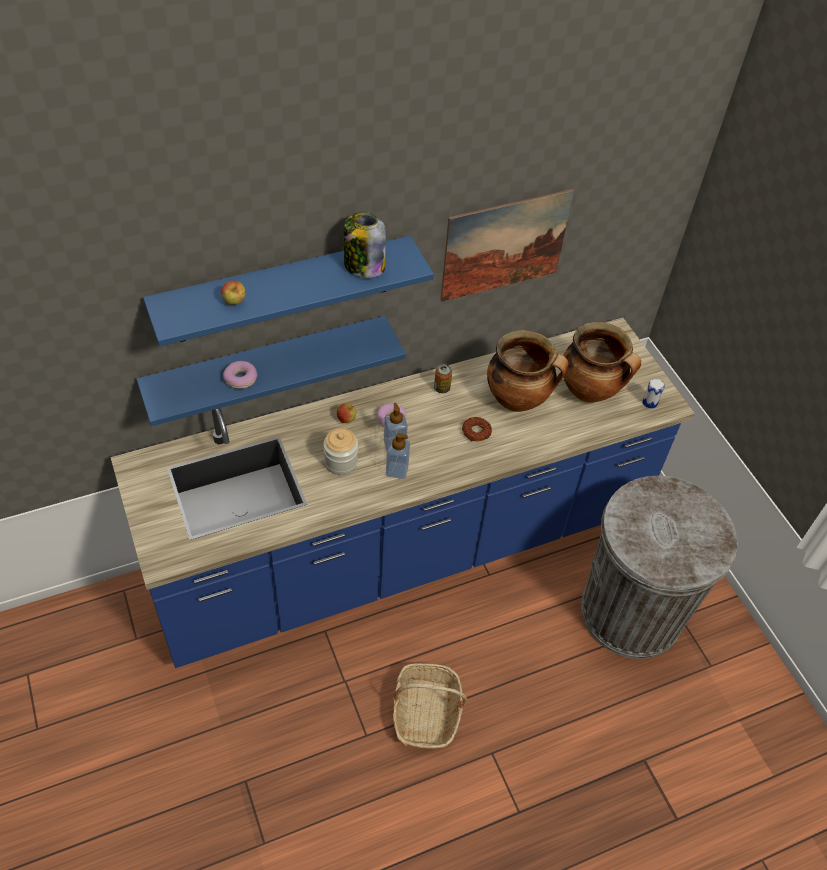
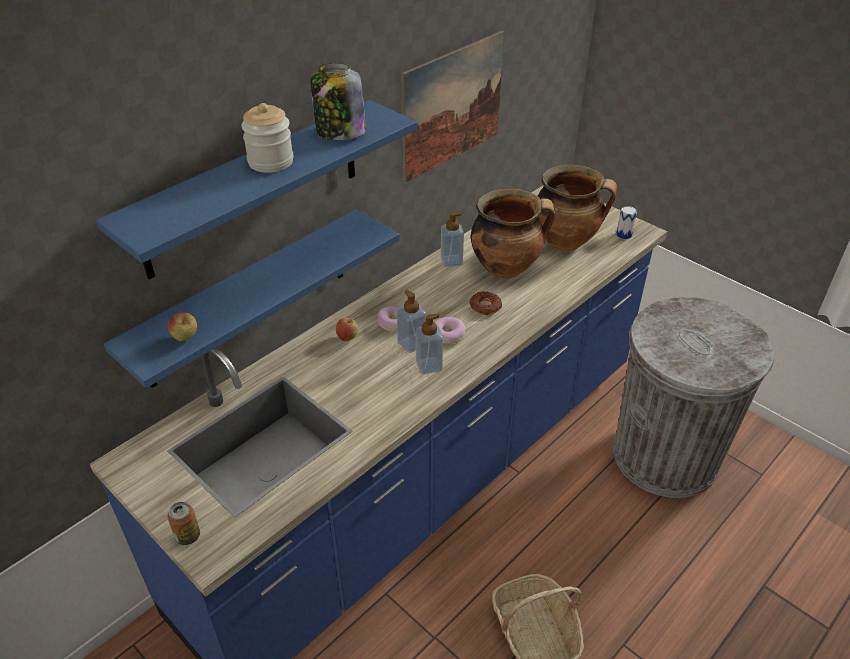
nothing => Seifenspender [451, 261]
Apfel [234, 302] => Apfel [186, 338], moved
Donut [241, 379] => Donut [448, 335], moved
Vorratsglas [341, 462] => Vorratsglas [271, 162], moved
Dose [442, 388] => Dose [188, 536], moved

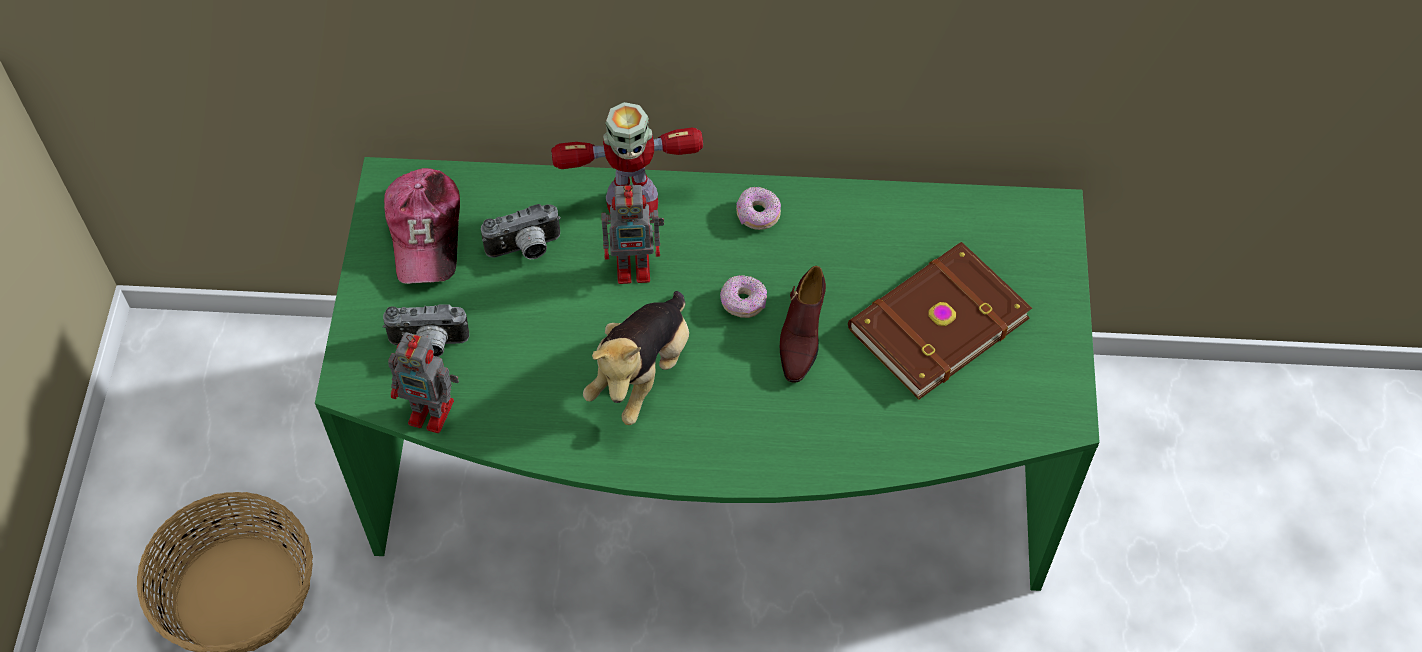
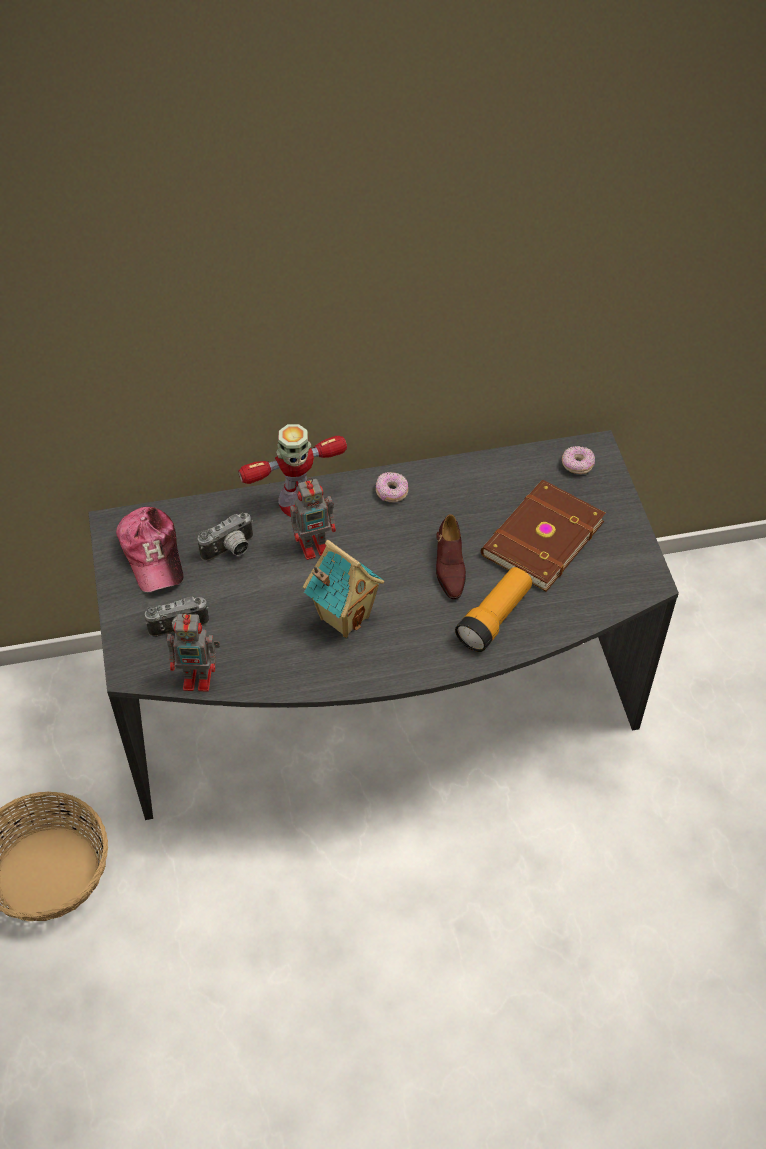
nothing => Taschenlampe [494, 618]
Donut [743, 302] => Donut [577, 465], moved
Plüschtier [642, 372] => Spielzeughaus [344, 616]
Schreibtisch/grün [711, 475] => Schreibtisch/grau [380, 704]

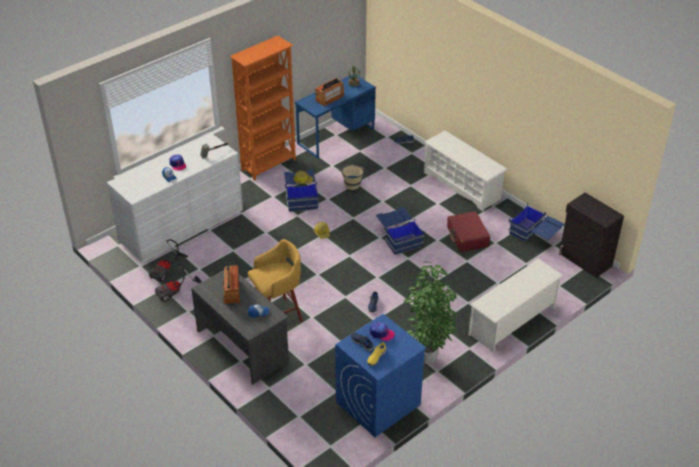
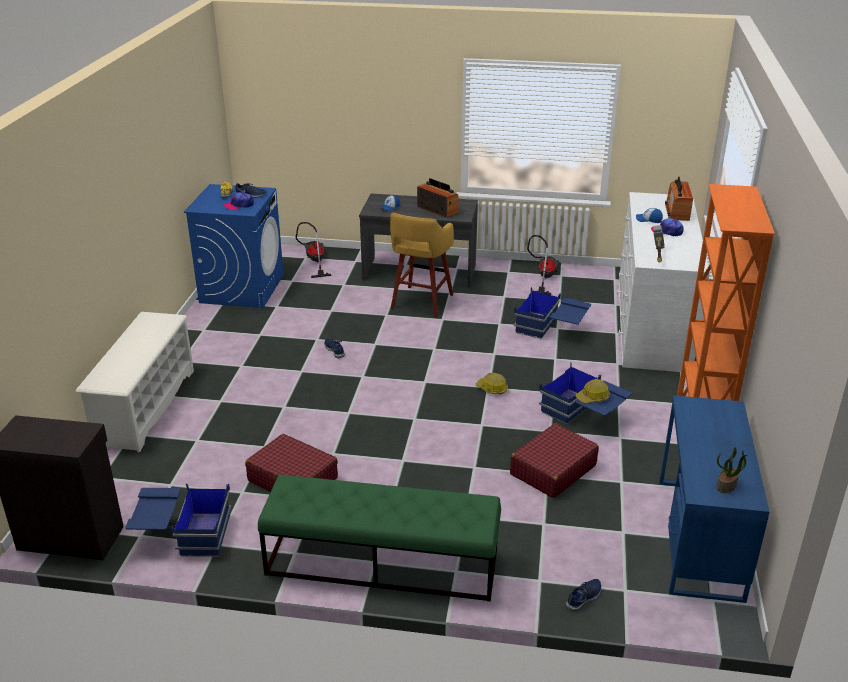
Topfpflanze [426, 359] => nothing
Staubsauger [167, 270] => Staubsauger [314, 262], moved
Radio [329, 98] => Radio [677, 211], moved
Aufbewahrungsbox/blau [399, 238] => Aufbewahrungsbox/blau [551, 330], moved
Eimer/beige [352, 183] => Koffer/rot [552, 470]
Schuhregal/weiß [462, 186] => Bank/grün [381, 563]

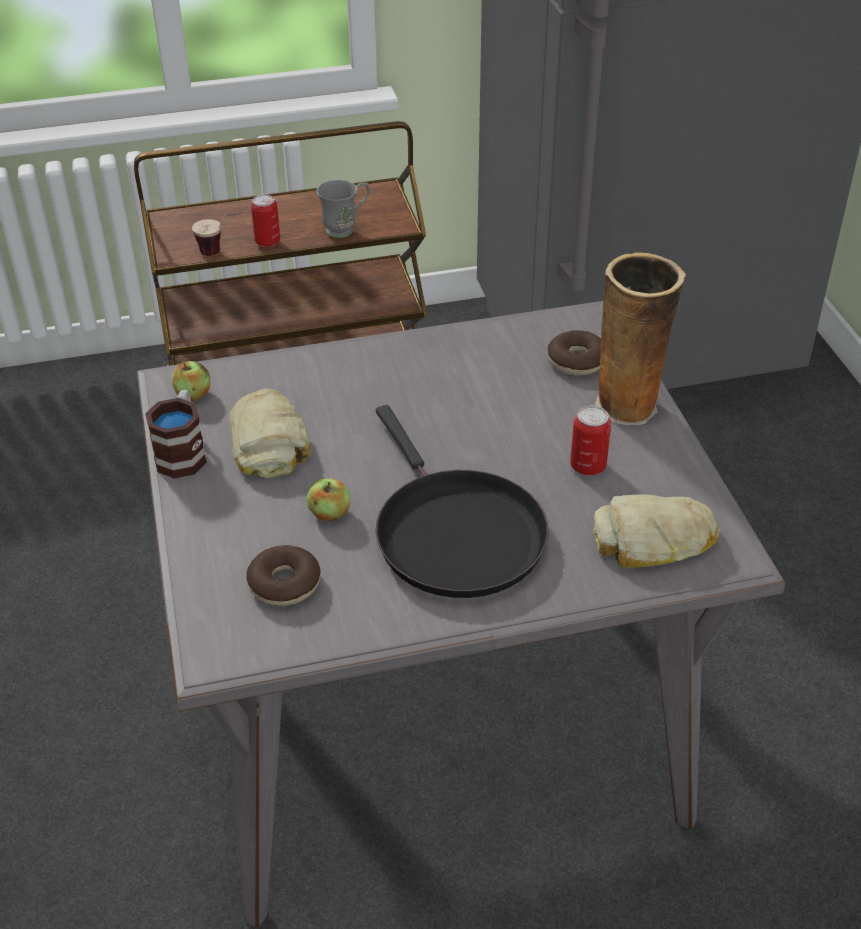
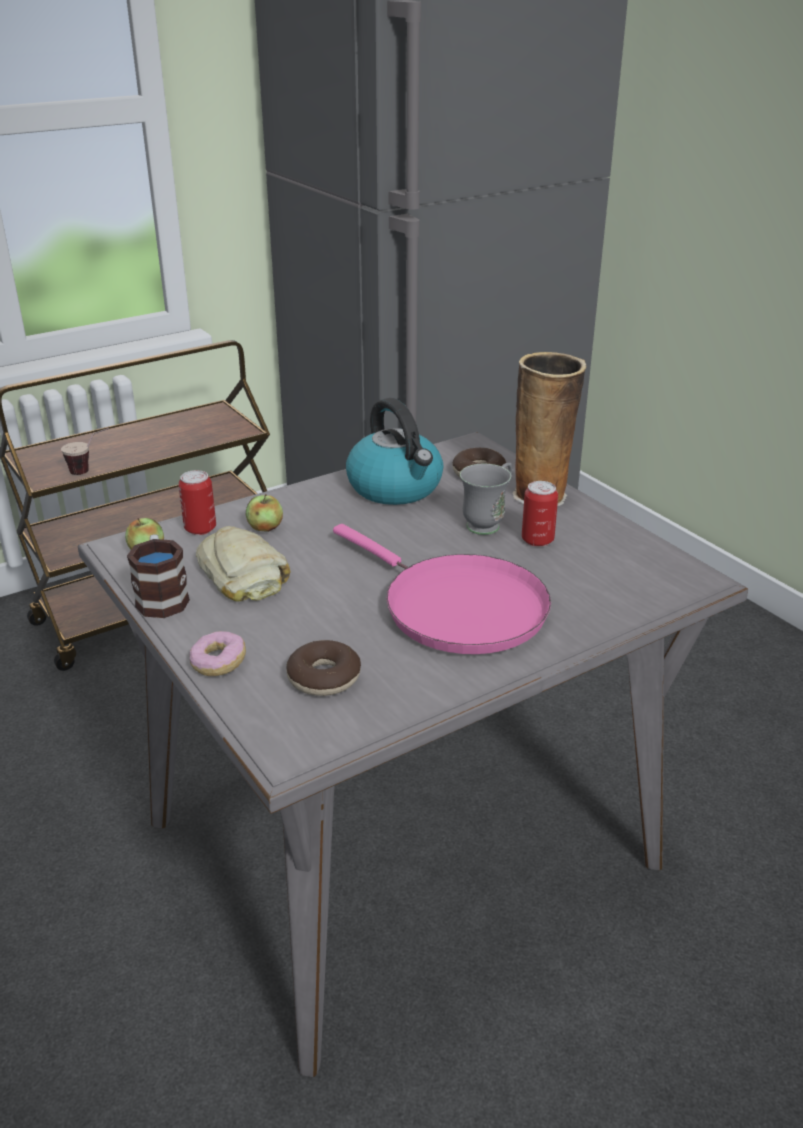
Brot [654, 541] => nothing
nothing => Donut [219, 664]
nothing => Wasserkessel [396, 488]
Dose [267, 241] => Dose [200, 529], moved
Apfel [329, 513] => Apfel [265, 528], moved
Henkelbecher/grau [346, 229] => Henkelbecher/grau [488, 523], moved
Pfanne/schwarz [454, 533] => Pfanne/rosa [456, 608]

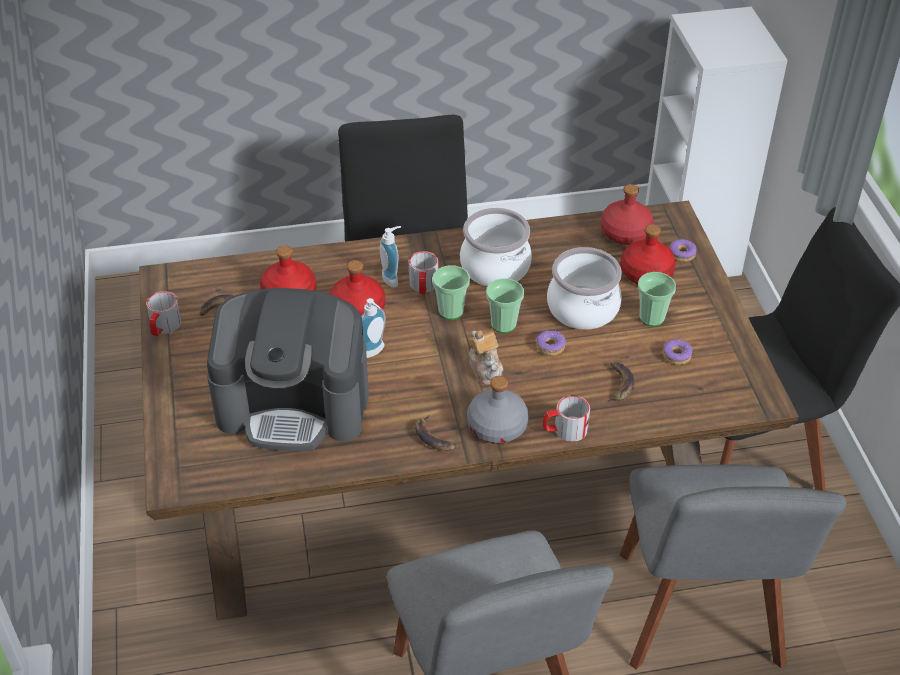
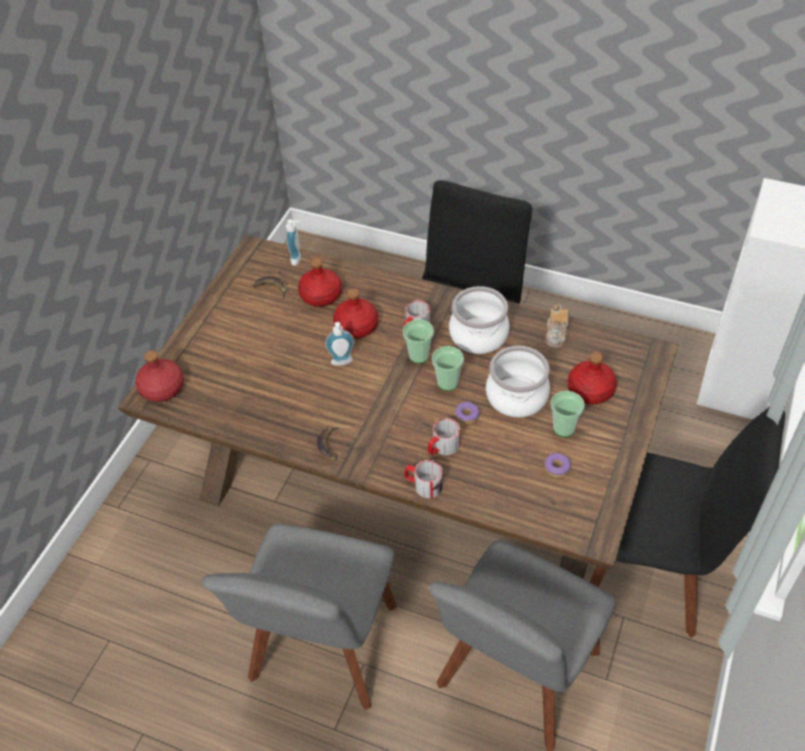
Kaffeemaschine [294, 403] => nothing
Flasche/grau [497, 427] => nothing
Banane [618, 384] => nothing
Donut [682, 254] => nothing
Henkelbecher [163, 327] => Henkelbecher [442, 447], moved
Seifenspender [393, 278] => Seifenspender [298, 259], moved
Teekanne [485, 368] => Teekanne [557, 335], moved
Flasche/rot [626, 232] => Flasche/rot [163, 388], moved

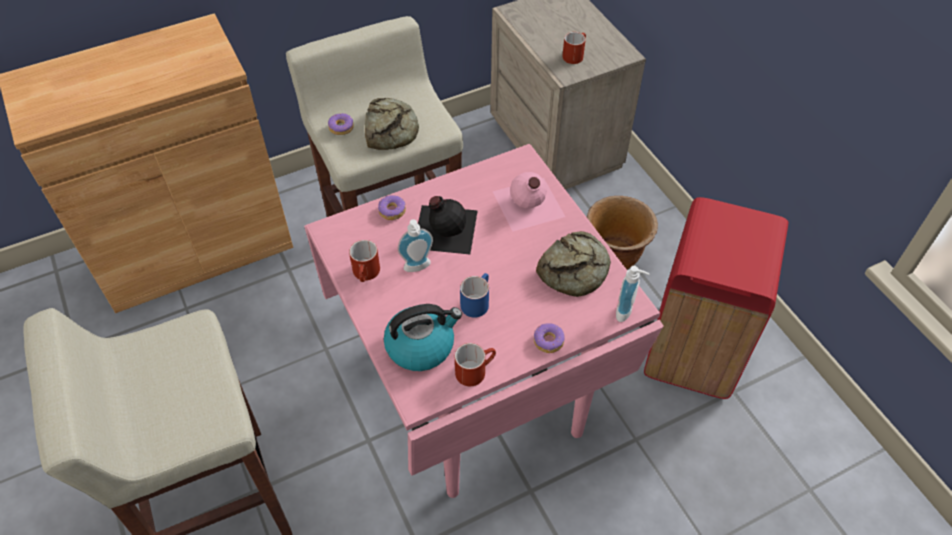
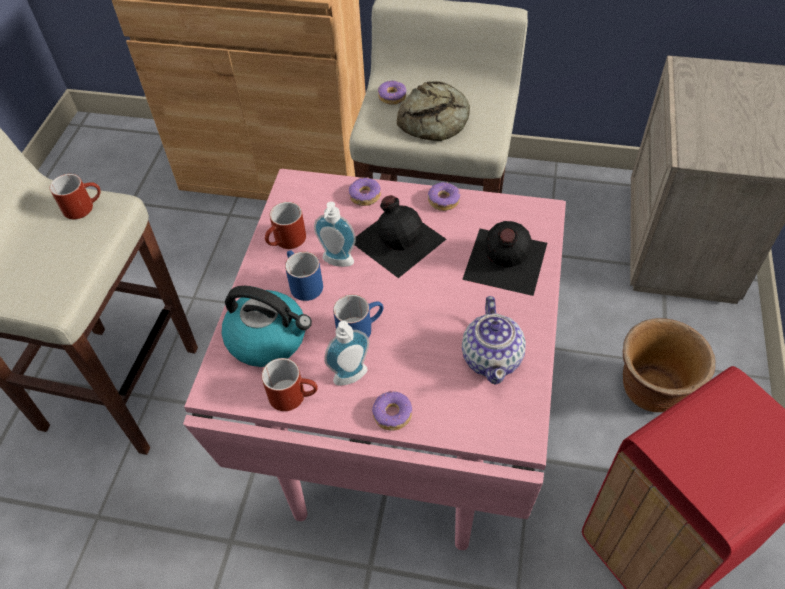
nothing => Henkelbecher/blau [302, 284]
nothing => Donut [443, 200]
Henkelbecher/rot [574, 55] => Henkelbecher/rot [84, 206], moved
Seifenspender [627, 312] => Seifenspender [352, 379], moved
Brot [576, 269] => Teekanne [492, 357]
Flasche/rosa [528, 204] => Flasche/schwarz [504, 261]

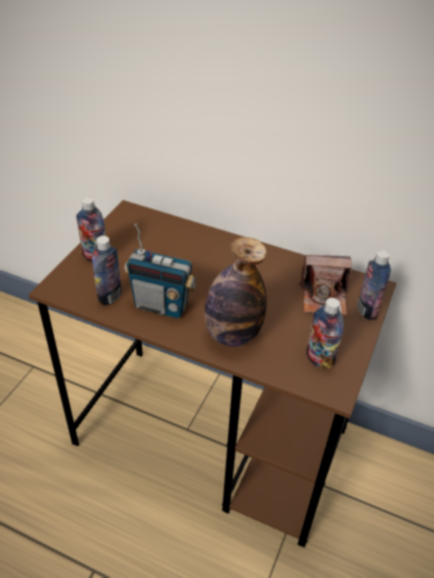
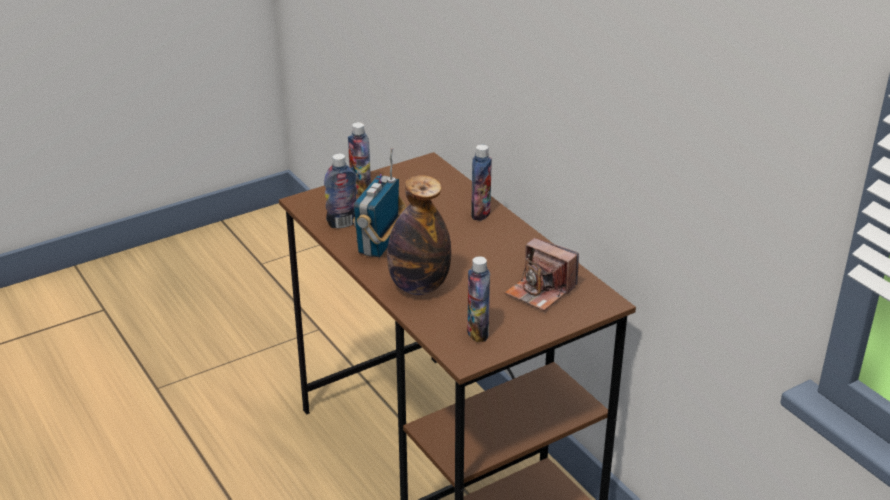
Flasche [366, 310] => Flasche [480, 213], moved
Radio [161, 306] => Radio [379, 244], 60 degrees clockwise

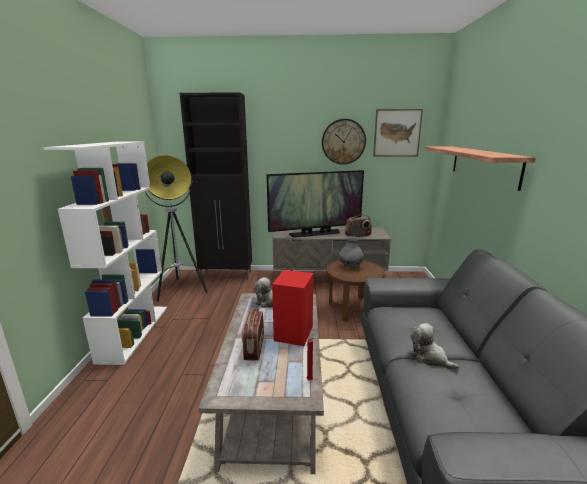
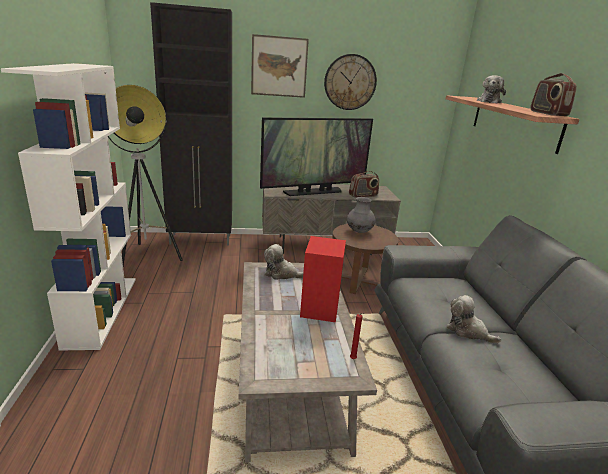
nothing => Plüschtier [489, 102]
Radio [254, 348] => Radio [548, 113], moved
Bild [397, 133] => Bild [279, 66], moved

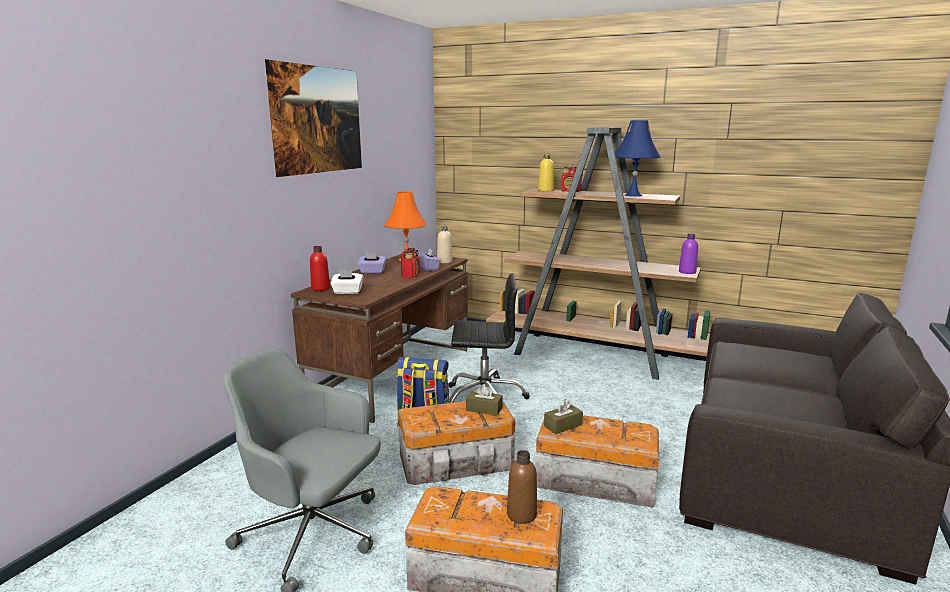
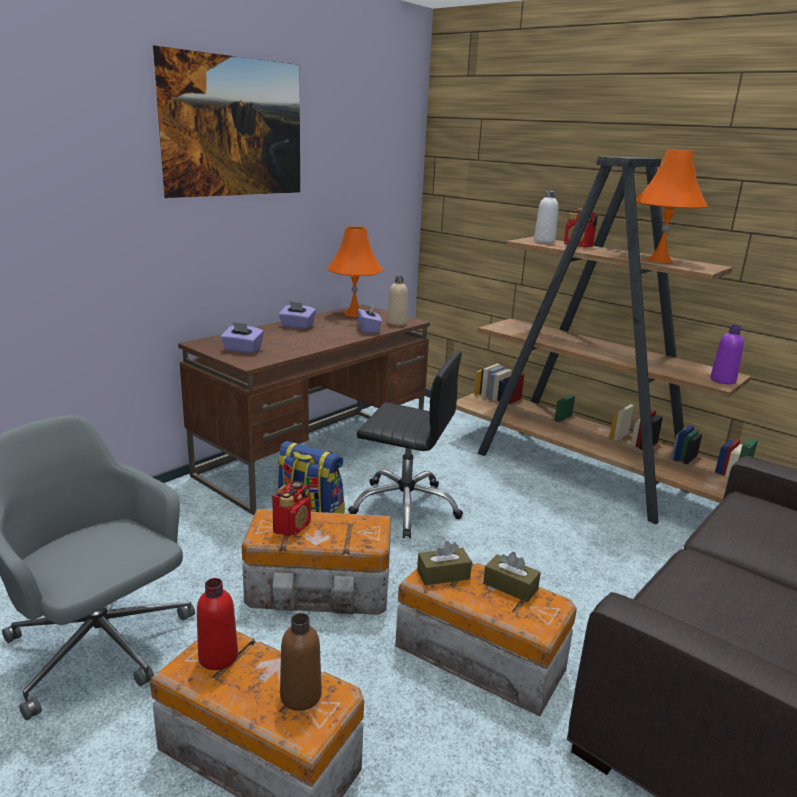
Flasche/rot [320, 288] => Flasche/rot [218, 657], moved
Radio [410, 275] => Radio [292, 527], moved
Taschentuchbox/braun [484, 409] => Taschentuchbox/braun [510, 586], moved
Taschentuchbox/weiß [347, 292] => Taschentuchbox/lila [242, 350]
Flasche/gelb [545, 190] => Flasche/weiß [544, 241]
Tischlampe/blau [633, 195] => Tischlampe/orange [659, 260]

